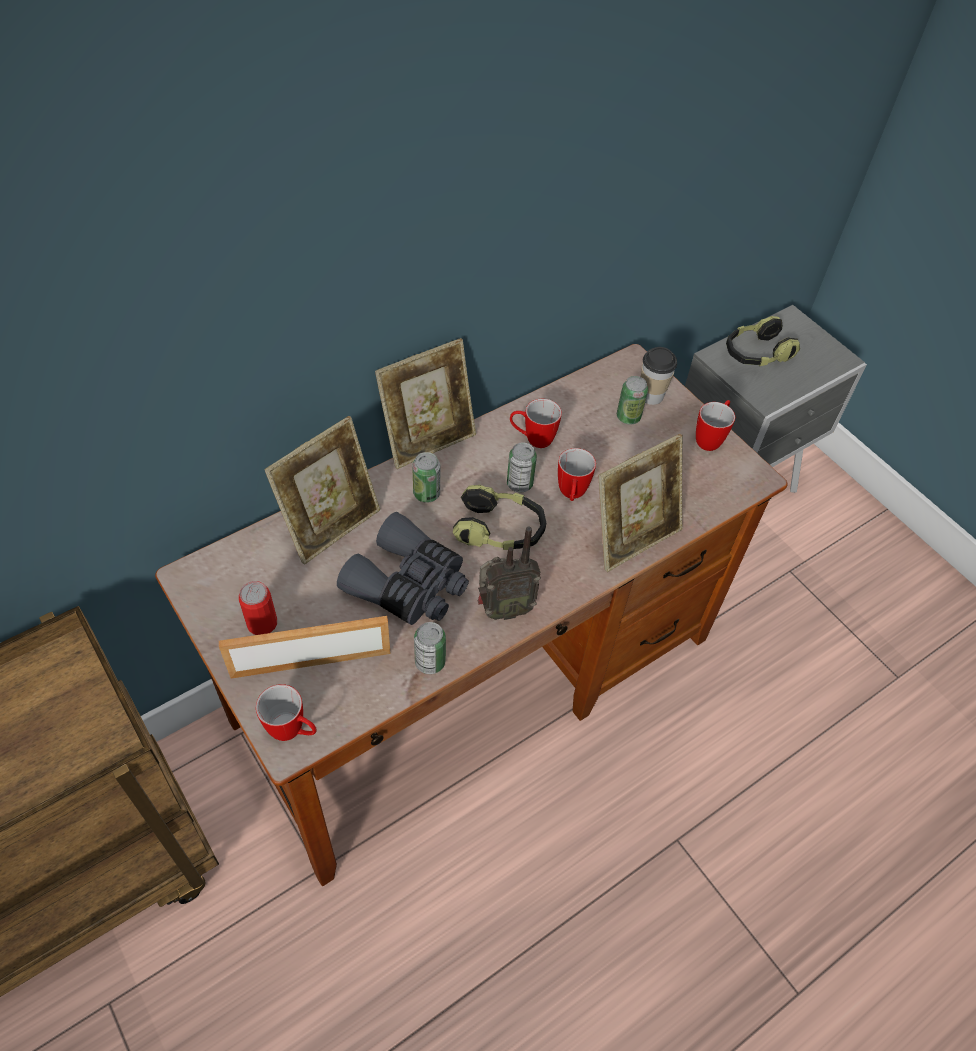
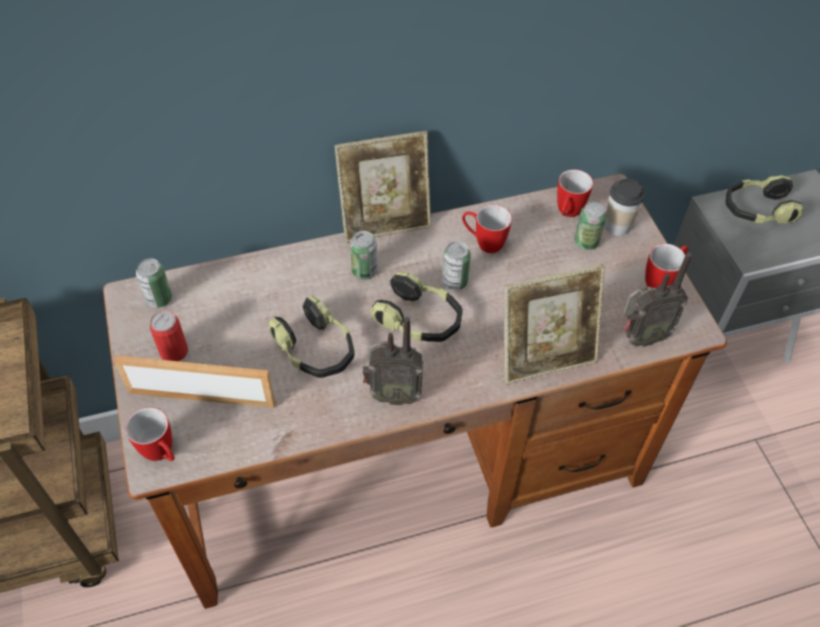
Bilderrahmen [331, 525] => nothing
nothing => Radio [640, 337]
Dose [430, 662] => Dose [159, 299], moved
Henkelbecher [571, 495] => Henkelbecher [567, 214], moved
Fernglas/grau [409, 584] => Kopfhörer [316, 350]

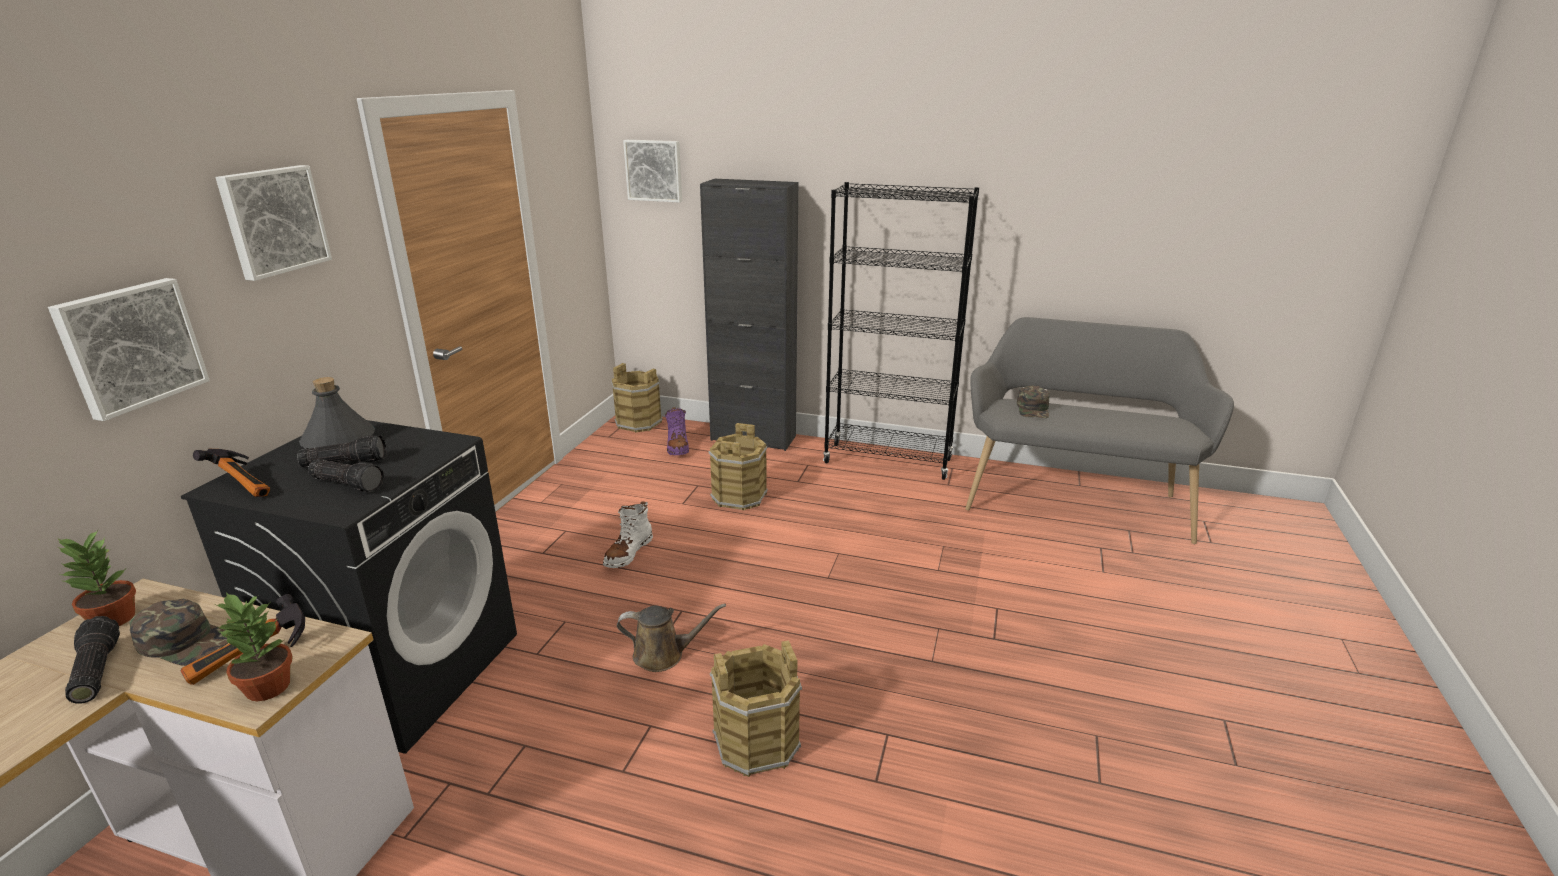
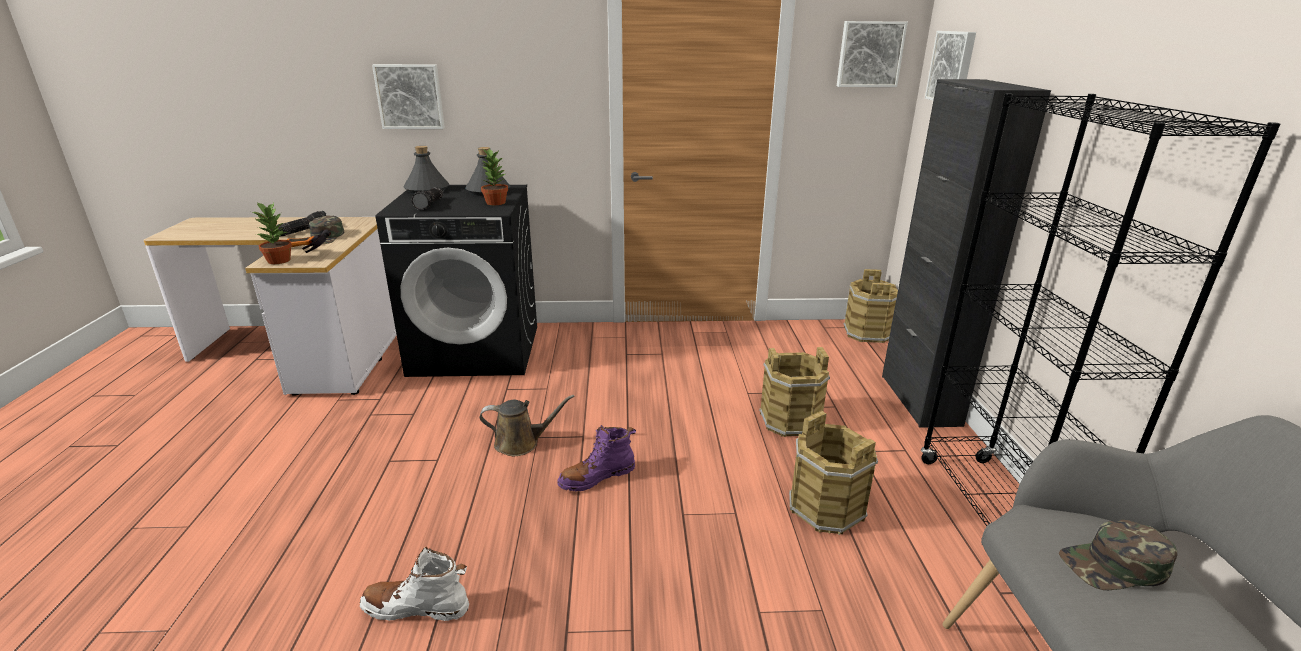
Taschenlampe [346, 462] => nothing
Topfpflanze [112, 619] => Topfpflanze [495, 202], moved
Bild [273, 221] => Bild [869, 54], moved
Stiefel/weiß [628, 552] => Stiefel/weiß [416, 607], moved
Stiefel/lila [677, 446] => Stiefel/lila [597, 477], moved
Eimer/braun [756, 743] => Eimer/braun [826, 508], moved
Hammer [247, 484] => Flasche/grau [427, 190]
Gießkanne/braun [663, 655] => Gießkanne/braun [521, 443], 75 degrees counterclockwise

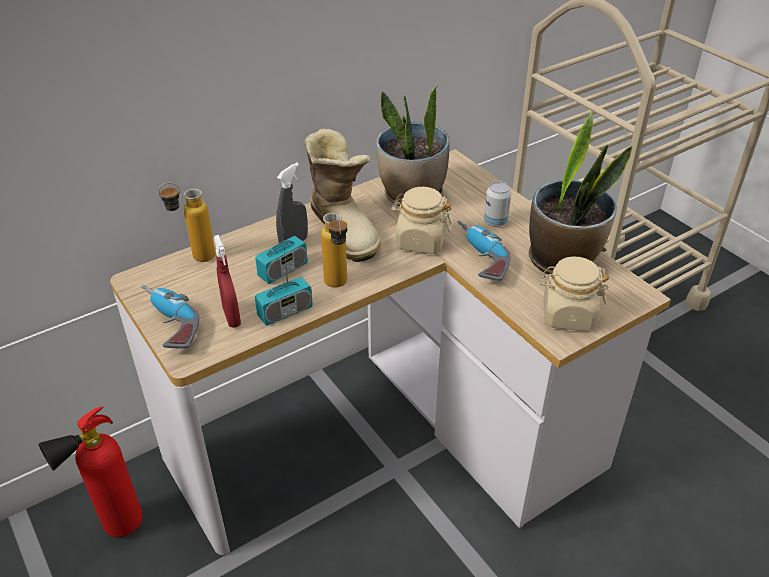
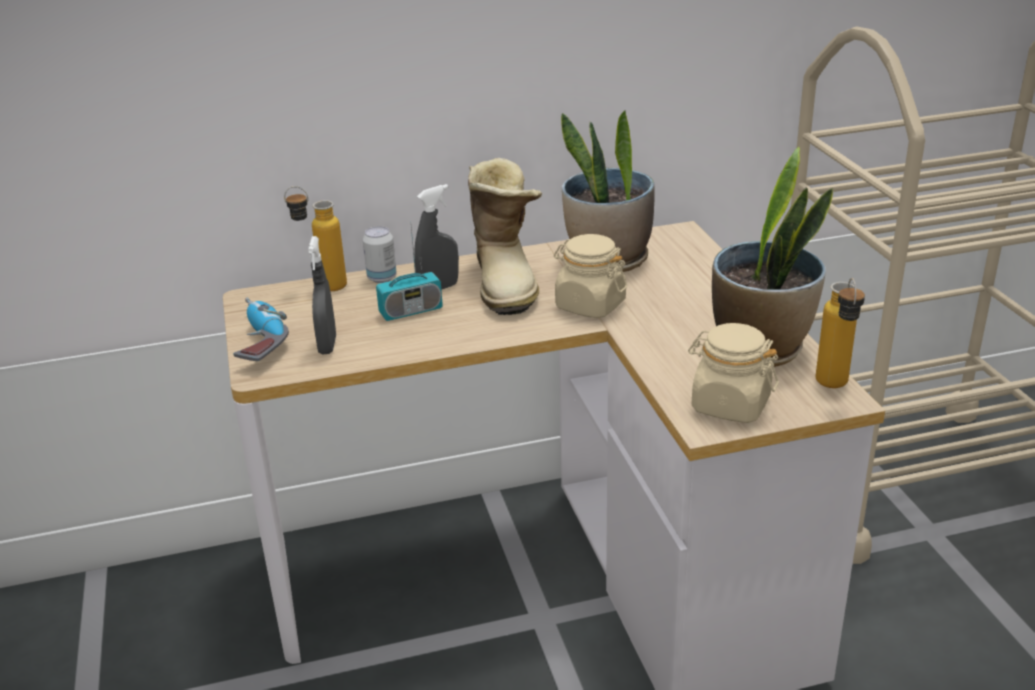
Feuerlöscher [115, 529] => nothing
Radio [285, 312] => nothing
Bohrmaschine [479, 259] => nothing
Flasche [338, 287] => Flasche [834, 388], moved
Dose [495, 222] => Dose [382, 278], moved
Sprühflasche/rot [232, 317] => Sprühflasche/grau [327, 345]

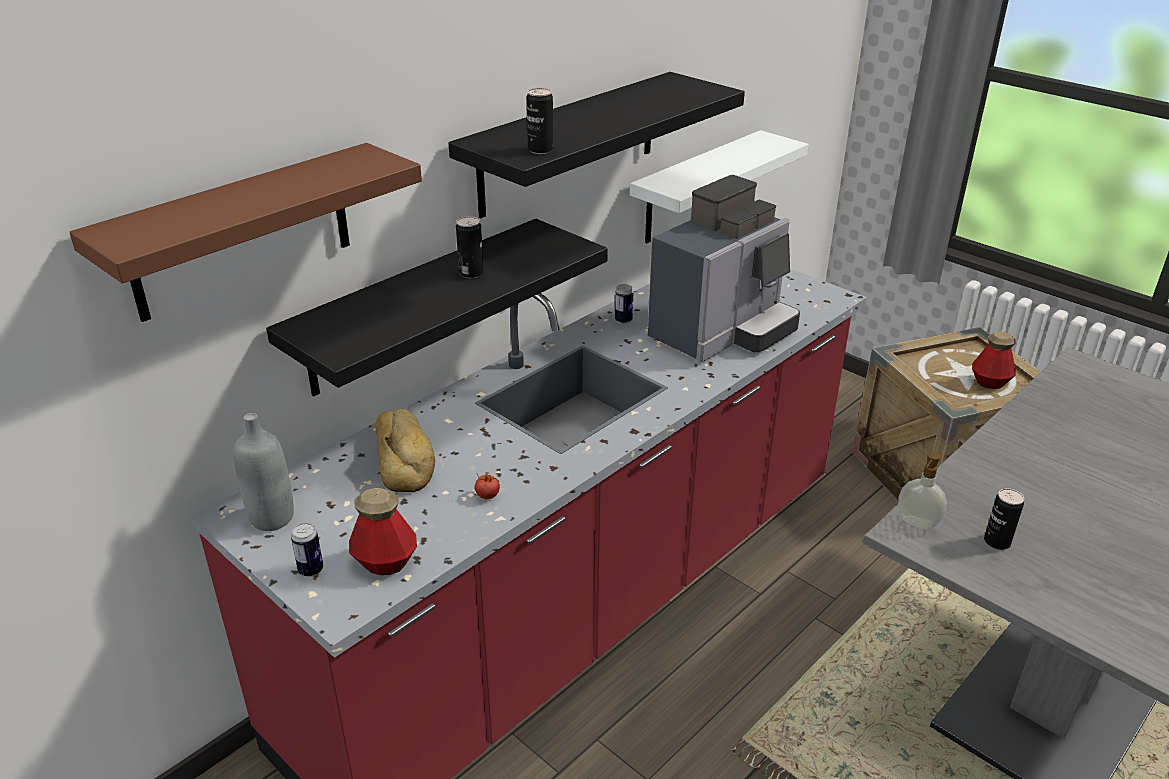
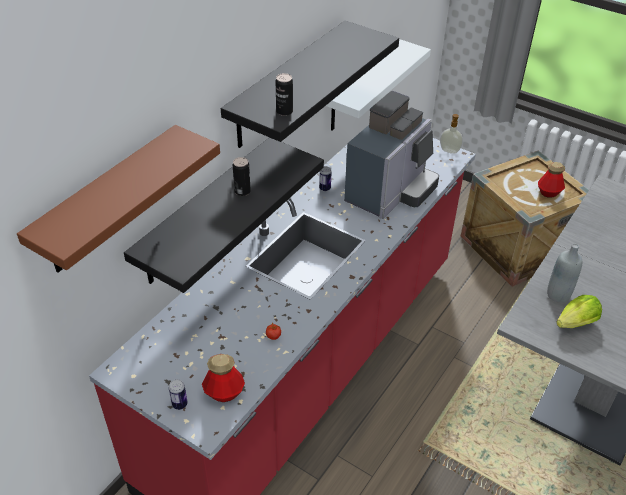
Brot [405, 457] => nothing
Flasche/grau [272, 518] => Flasche/grau [558, 295], moved
Seifenspender [916, 523] => Seifenspender [449, 151], moved
Dose [997, 542] => Salatkopf [573, 324]

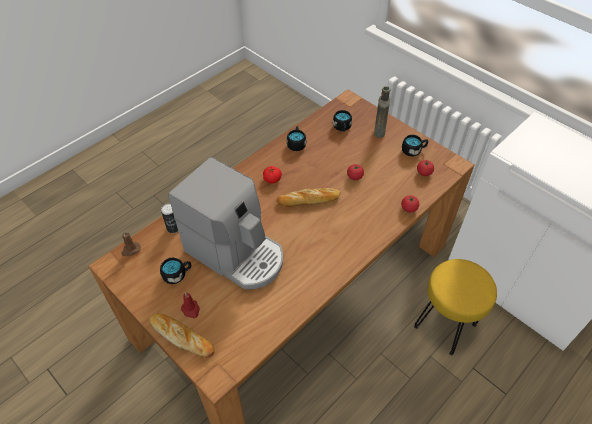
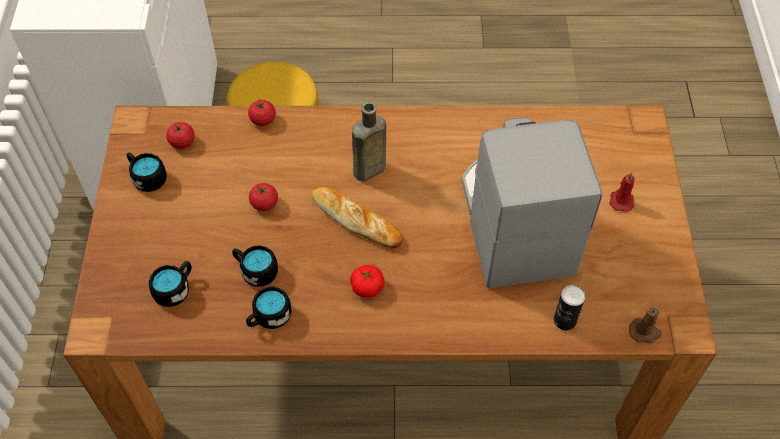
Brot [182, 336] => nothing
Henkelbecher/schwarz [177, 274] => Henkelbecher/schwarz [255, 271], moved
Flasche/braun [379, 130] => Flasche/braun [367, 171], moved

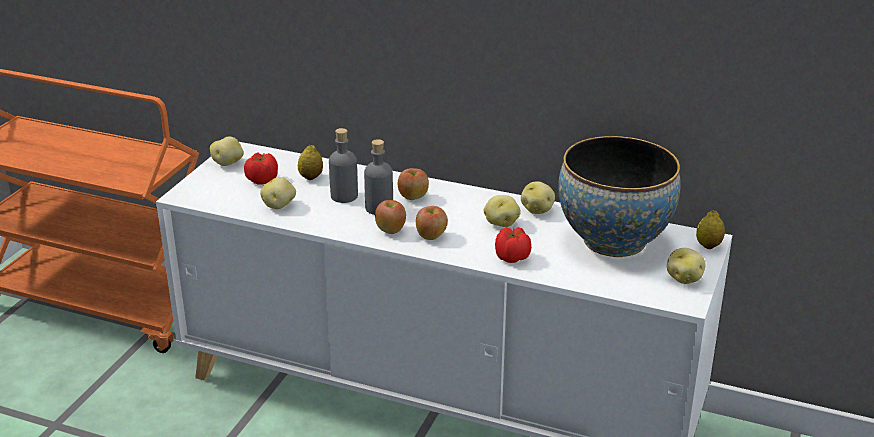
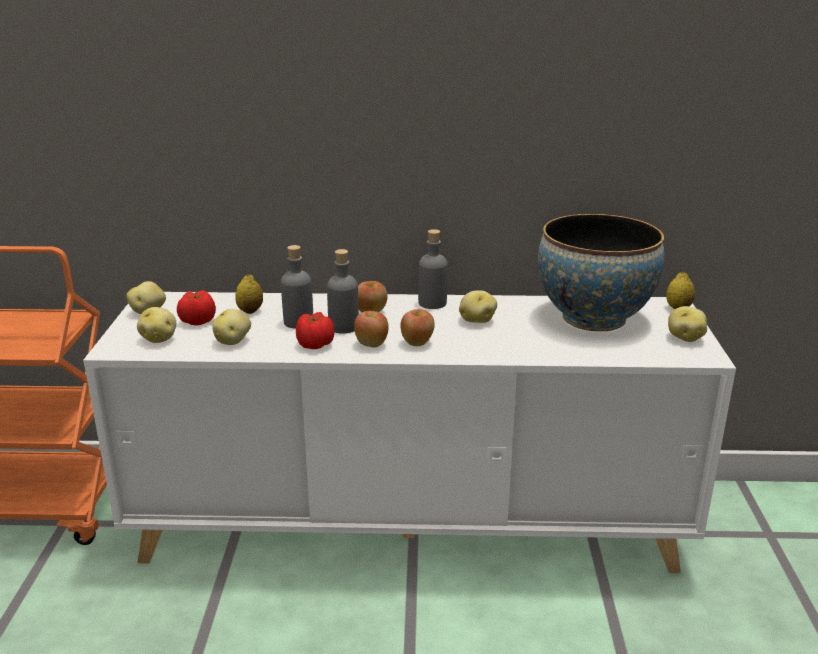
nothing => Flasche/grau [432, 303]
Tomate [511, 257] => Tomate [314, 344], moved
Kartoffel [537, 210] => Kartoffel [159, 339], moved

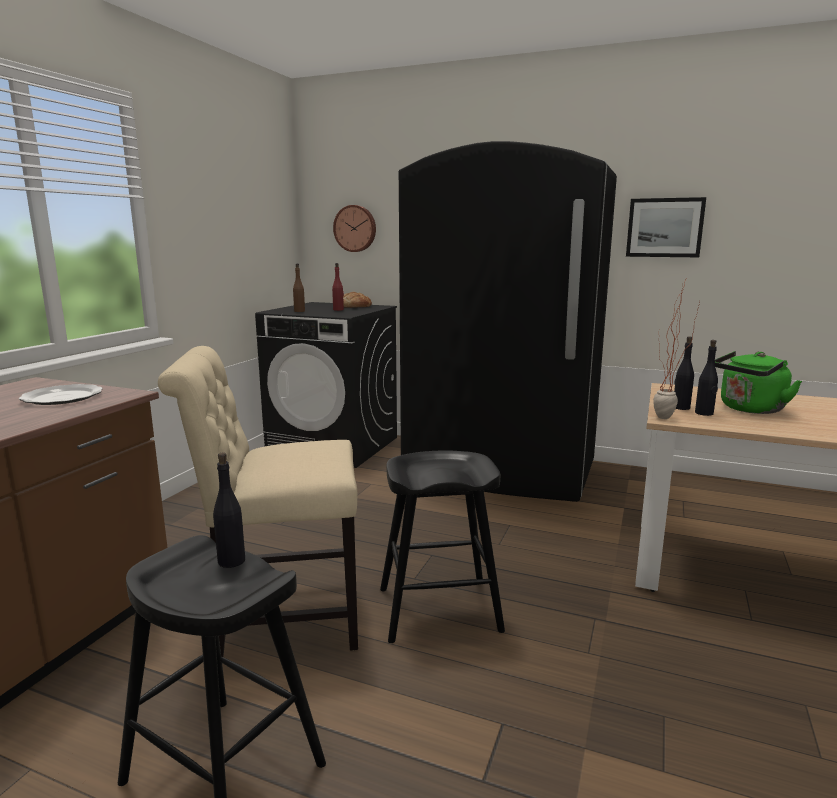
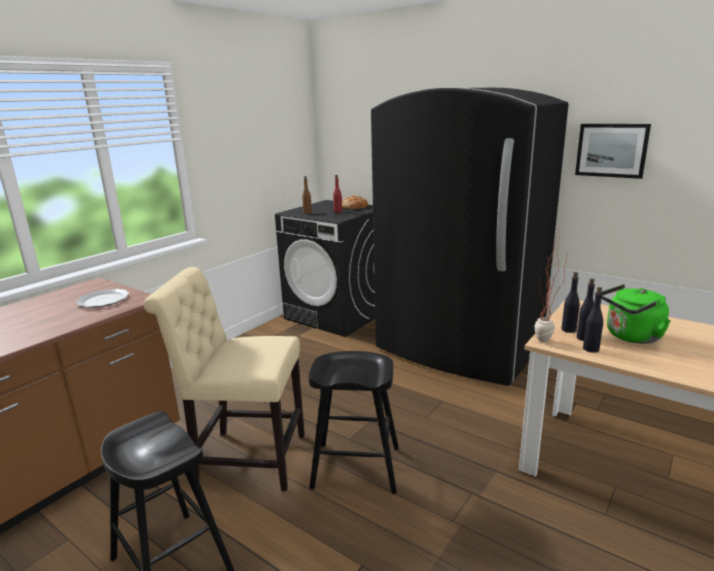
Wanduhr [355, 228] => nothing
Flasche/schwarz [231, 561] => Flasche/schwarz [590, 349], moved

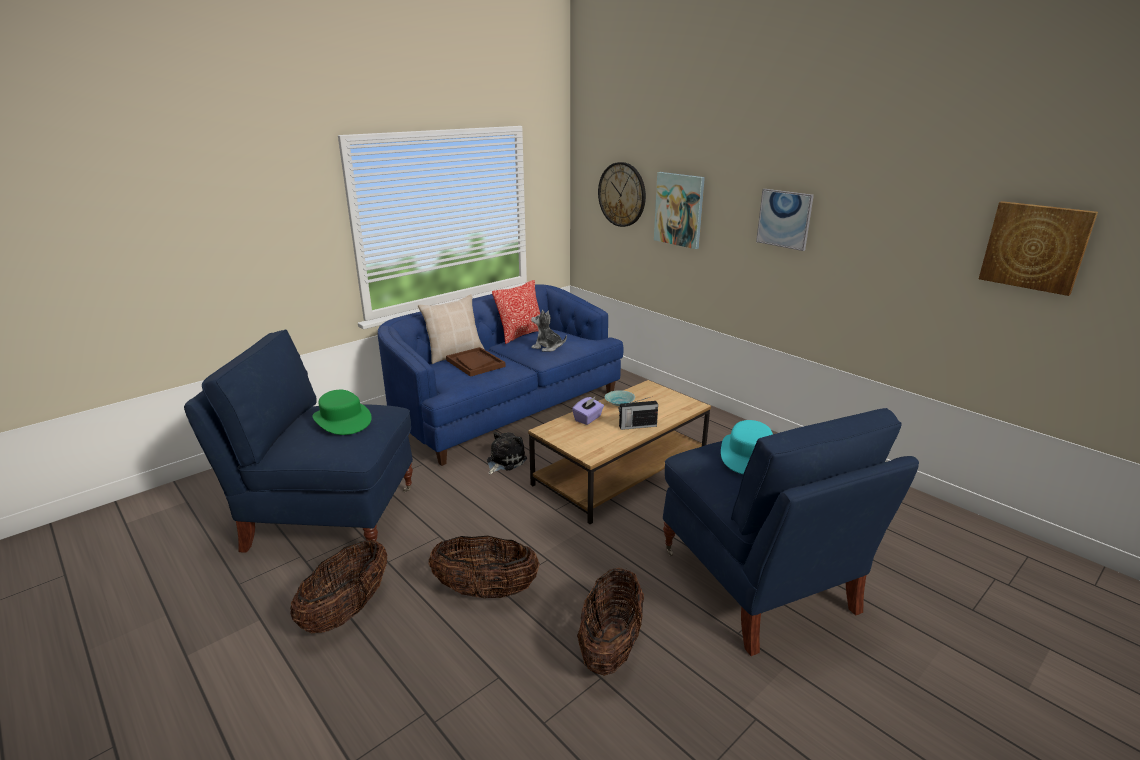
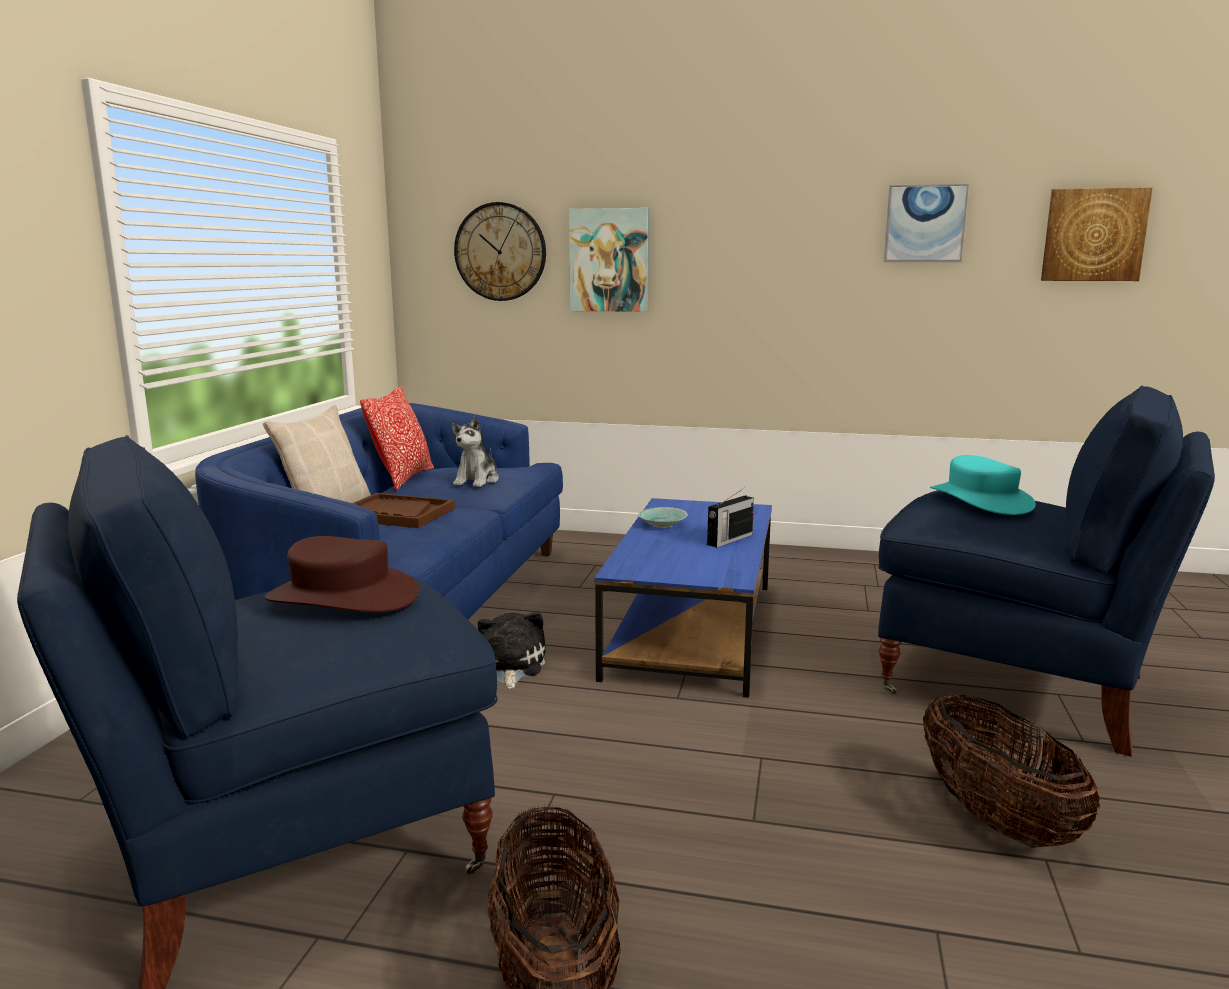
Korb [485, 591] => nothing
Taschentuchbox/lila [588, 418] => nothing
Bild [784, 219] => Bild [925, 223], moved
Hut/grün [342, 420] => Hut/braun [342, 597]
Couchtisch/braun [620, 470] => Couchtisch/blau [691, 629]
Plüschtier [547, 347] => Plüschtier [477, 481], 60 degrees counterclockwise

